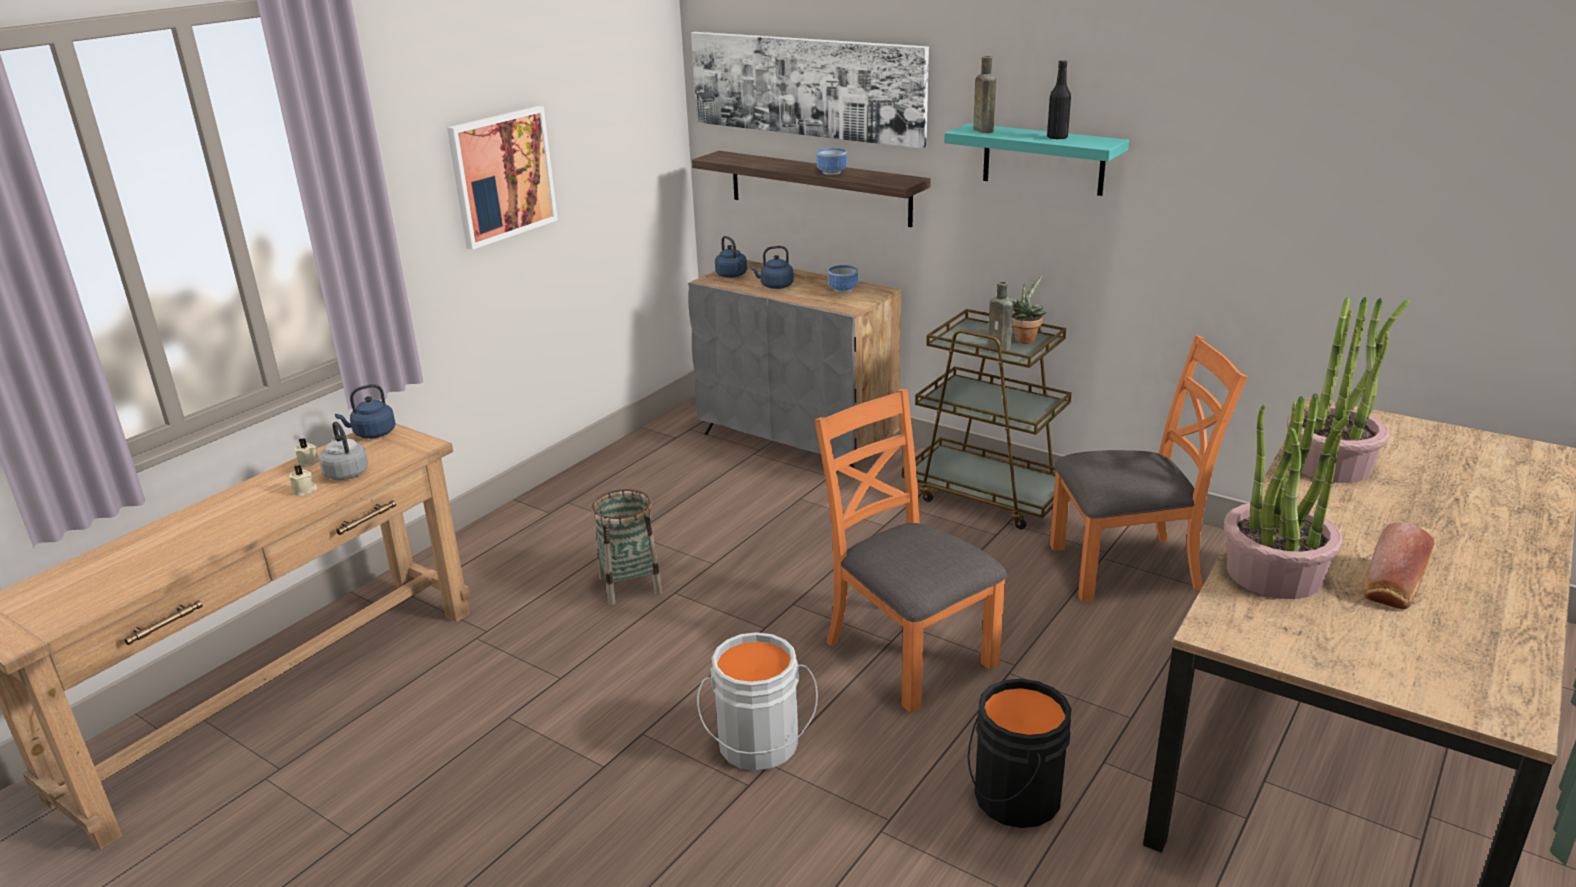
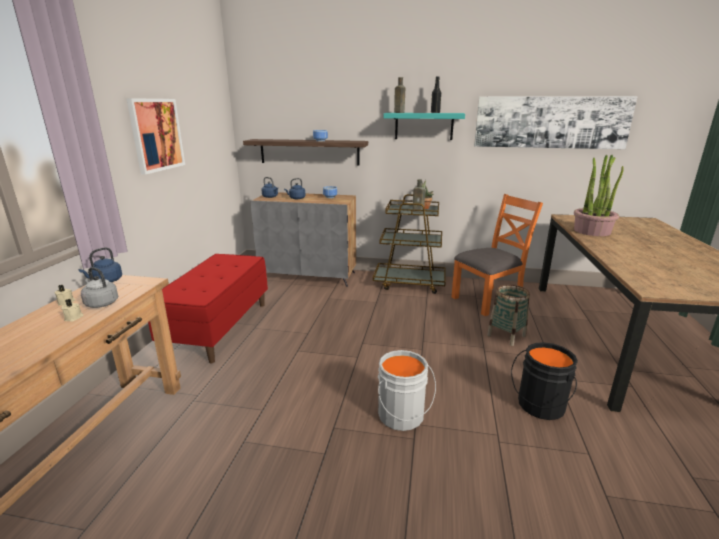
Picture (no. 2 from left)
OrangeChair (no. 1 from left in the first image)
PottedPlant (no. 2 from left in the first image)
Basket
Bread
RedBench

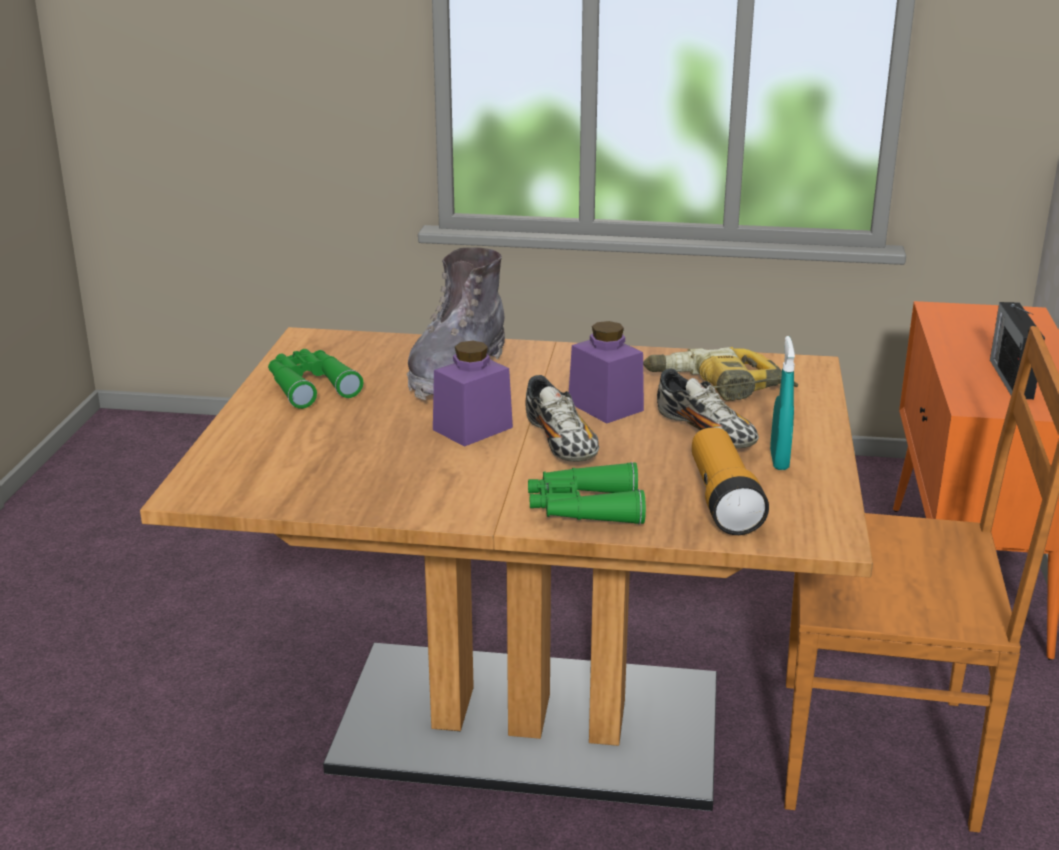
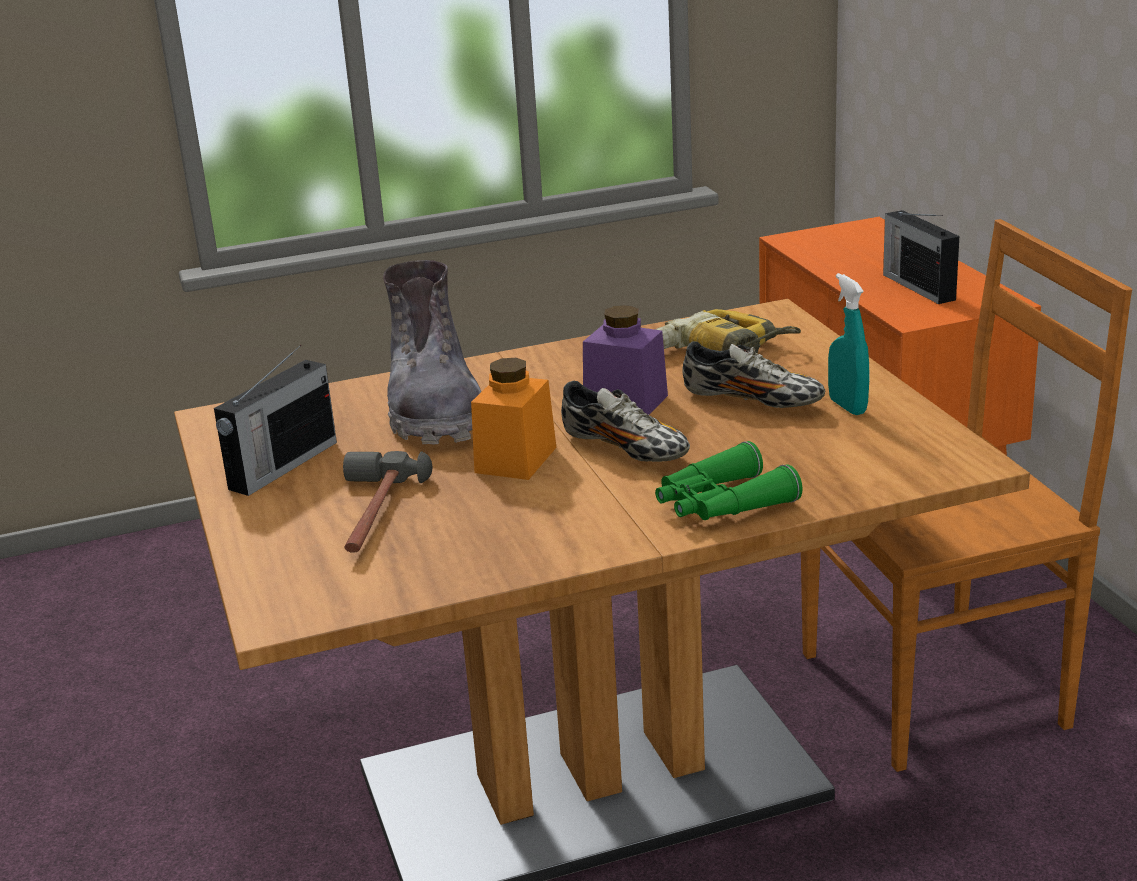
OrangeJar
Radio (no. 1 from left)
Flashlight
Hammer

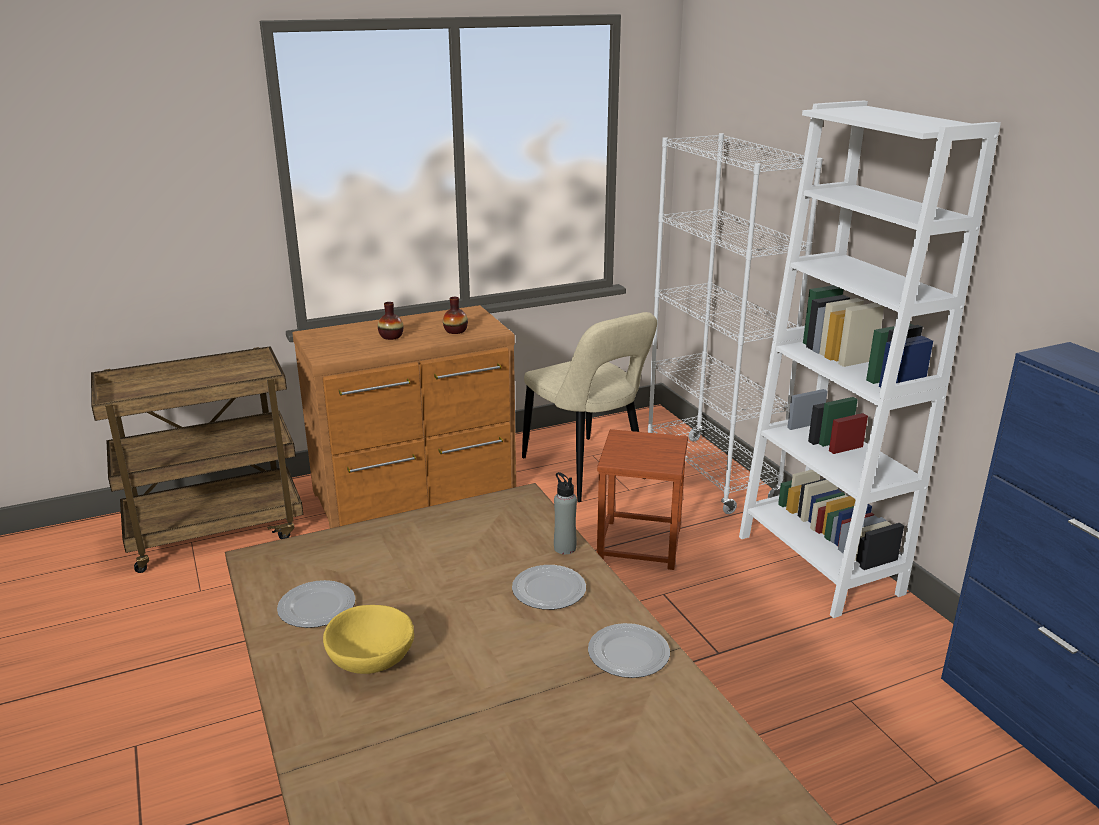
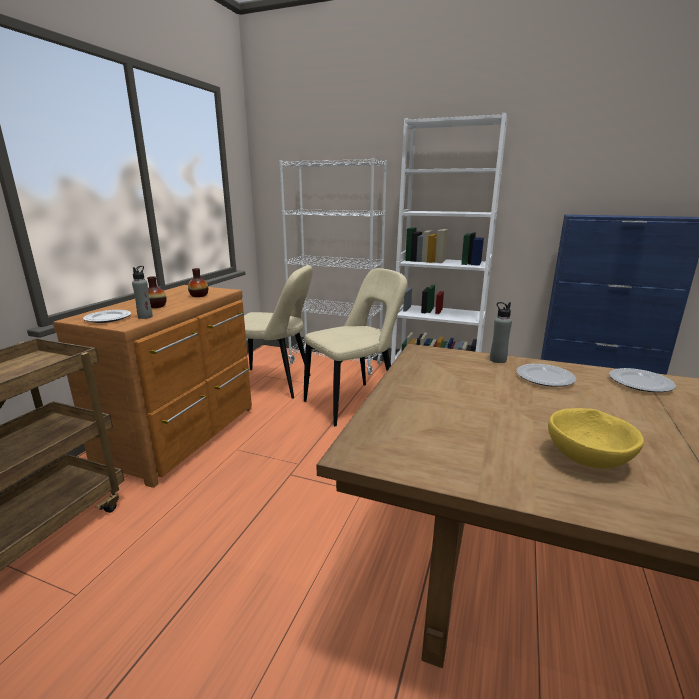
BeigeChair (no. 2 from left)
Plate (no. 1 from left)
GreyBottle (no. 1 from left)

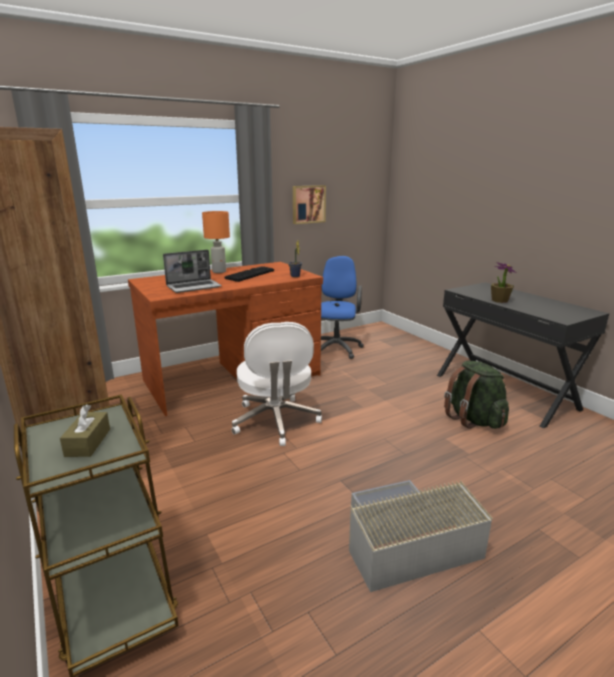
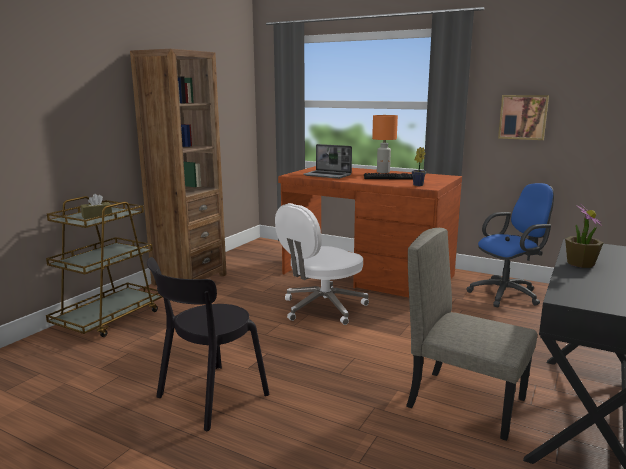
BeigeChair
BlackChair

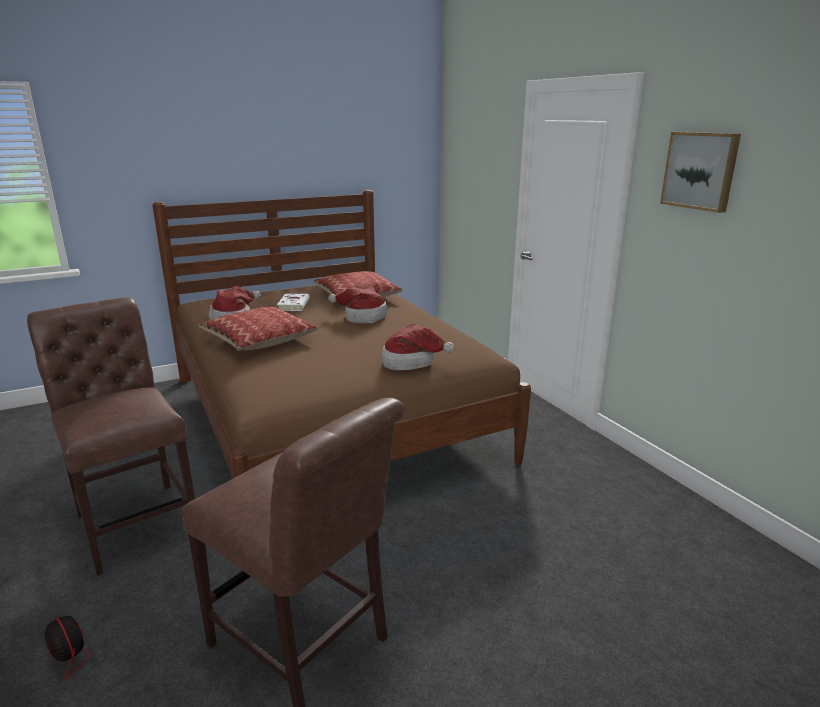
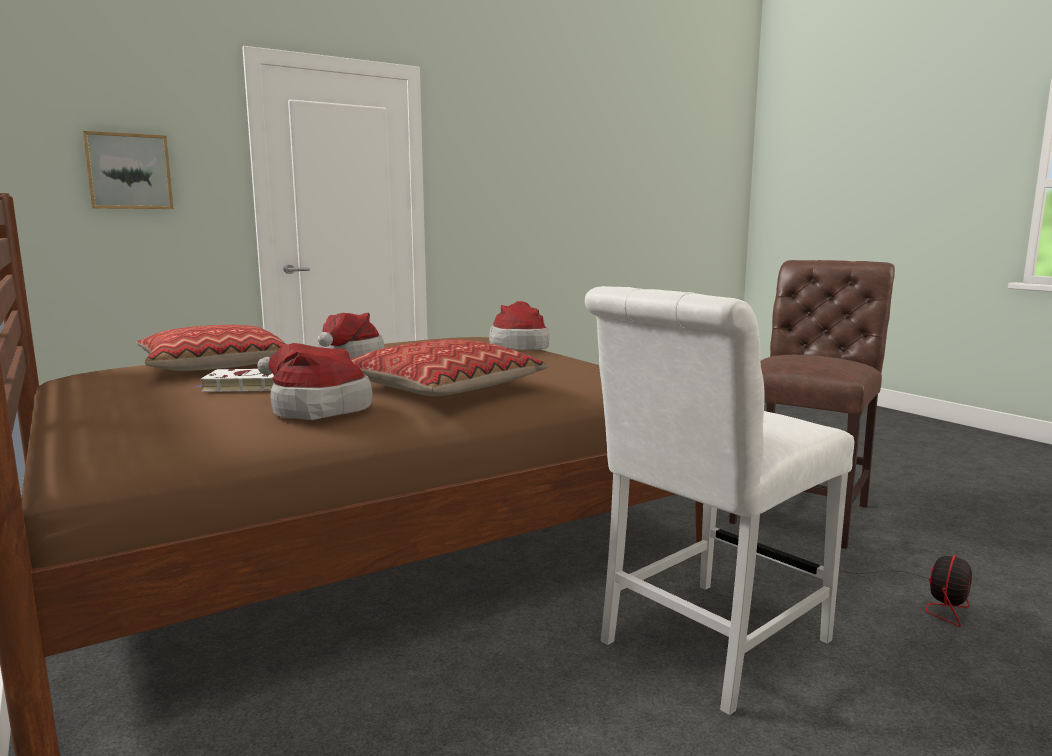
Picture
WhiteChair

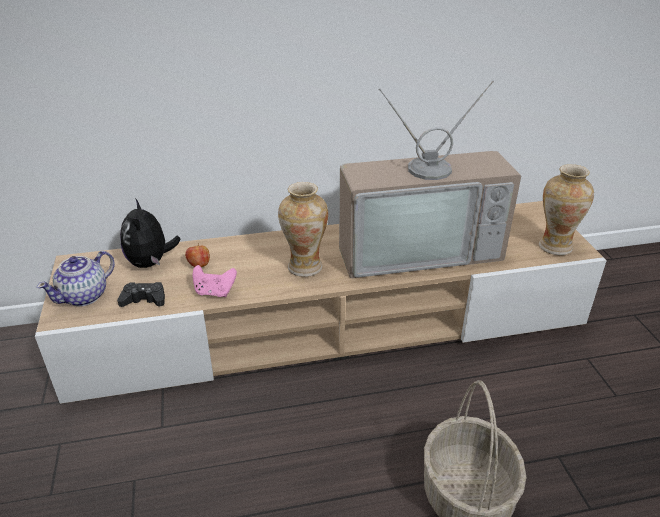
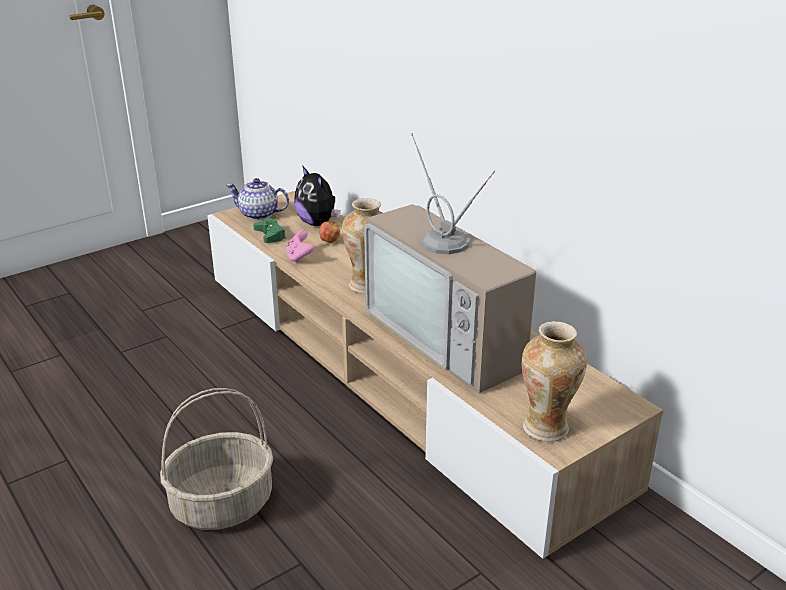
PlushToy
GreenGameController

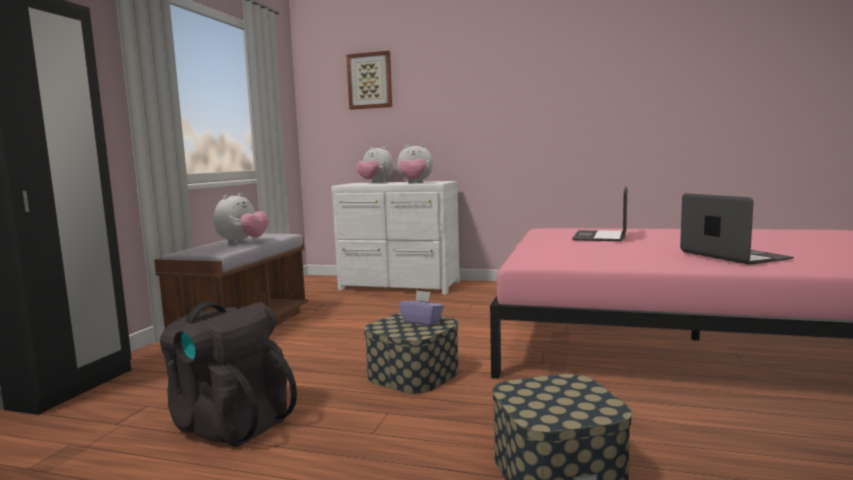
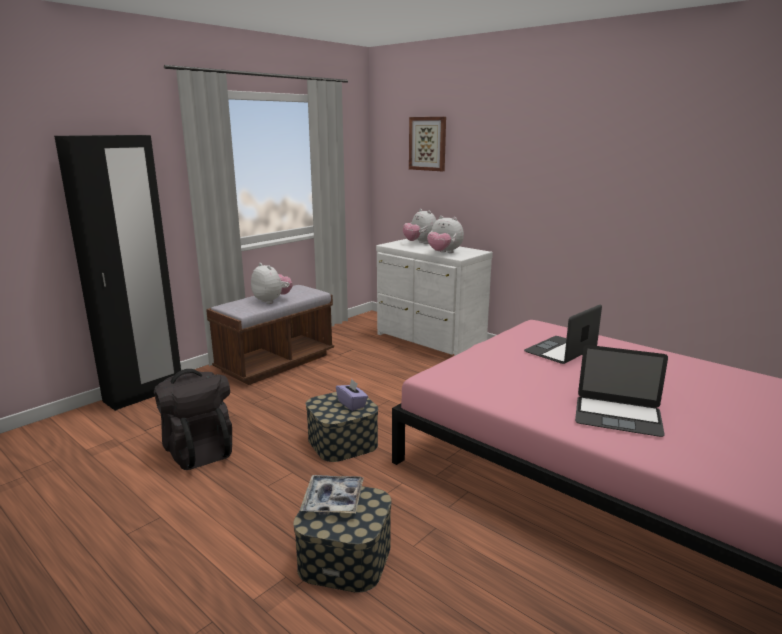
PlushToy (no. 1 from left)
Laptop (no. 2 from left)
Tray

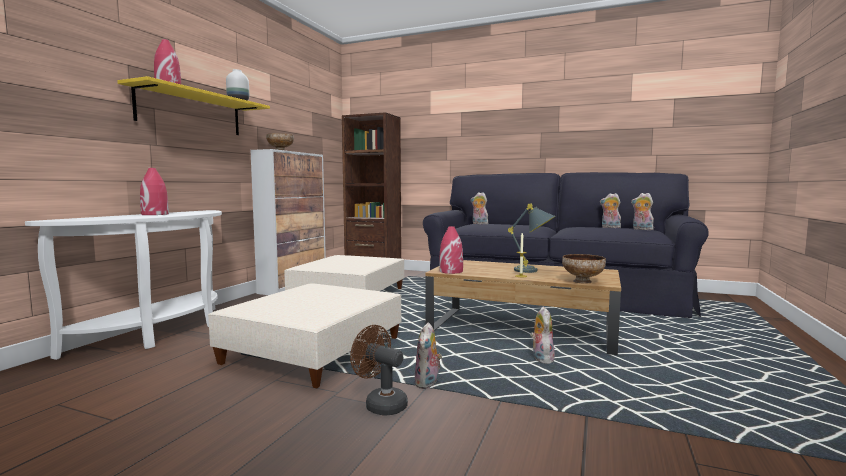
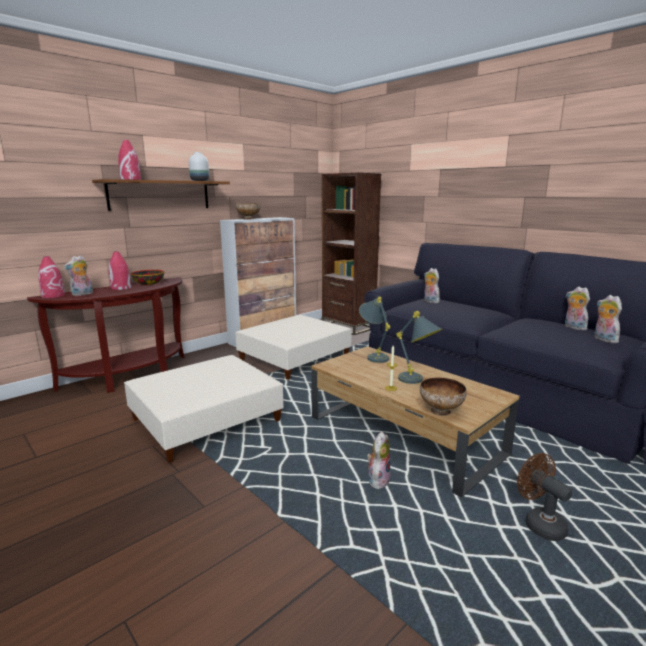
BrownShelf
BrownConsoleTable
RedVase (no. 1 from left)
PlushToy (no. 1 from left)
BrownFan
Bowl (no. 1 from left)
GreyTableLamp (no. 1 from left)

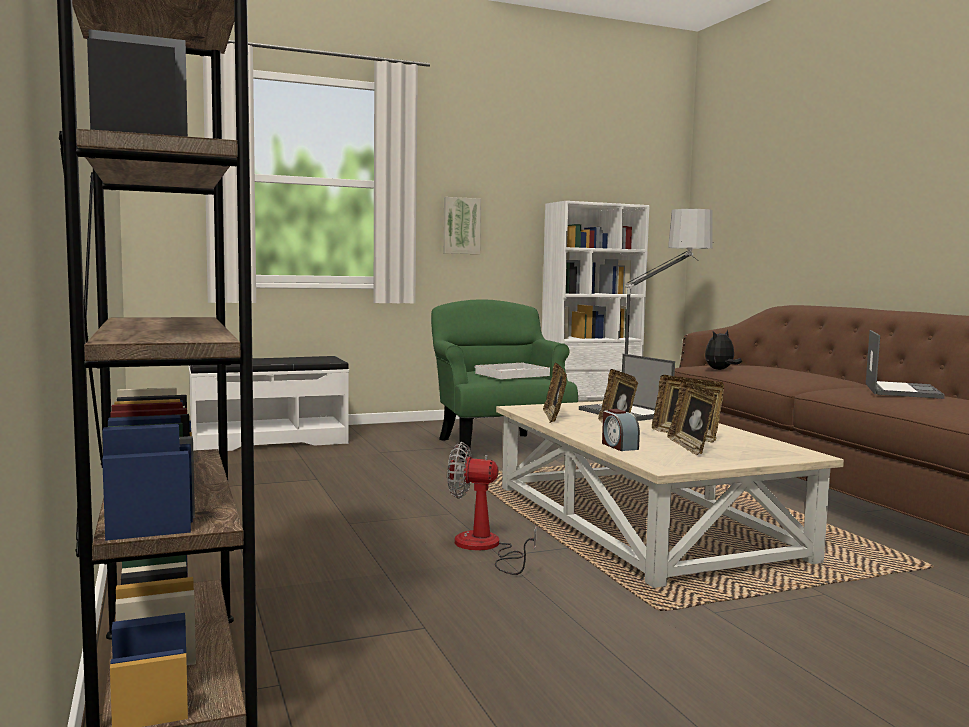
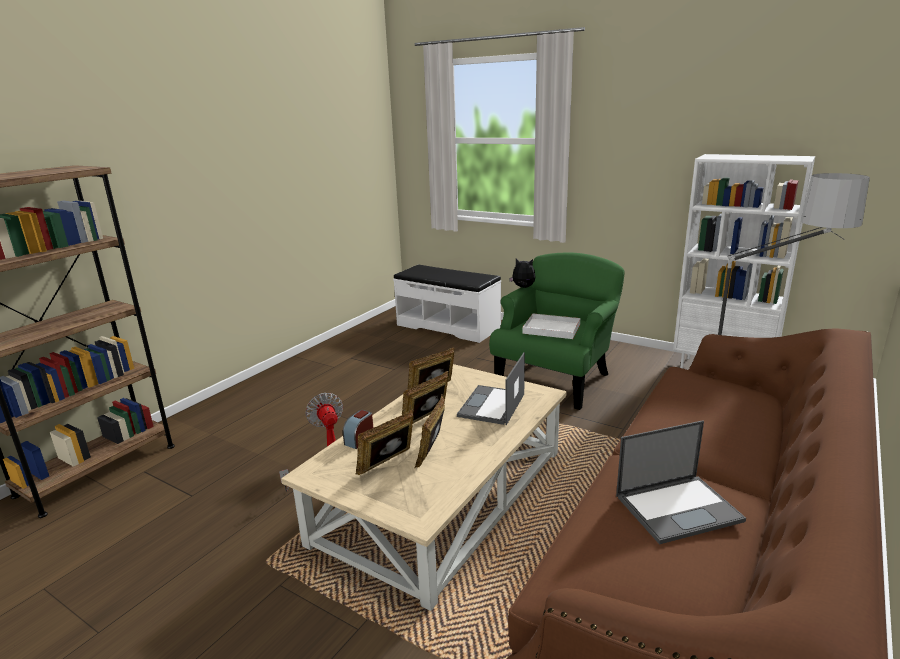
Picture
PlushToy

